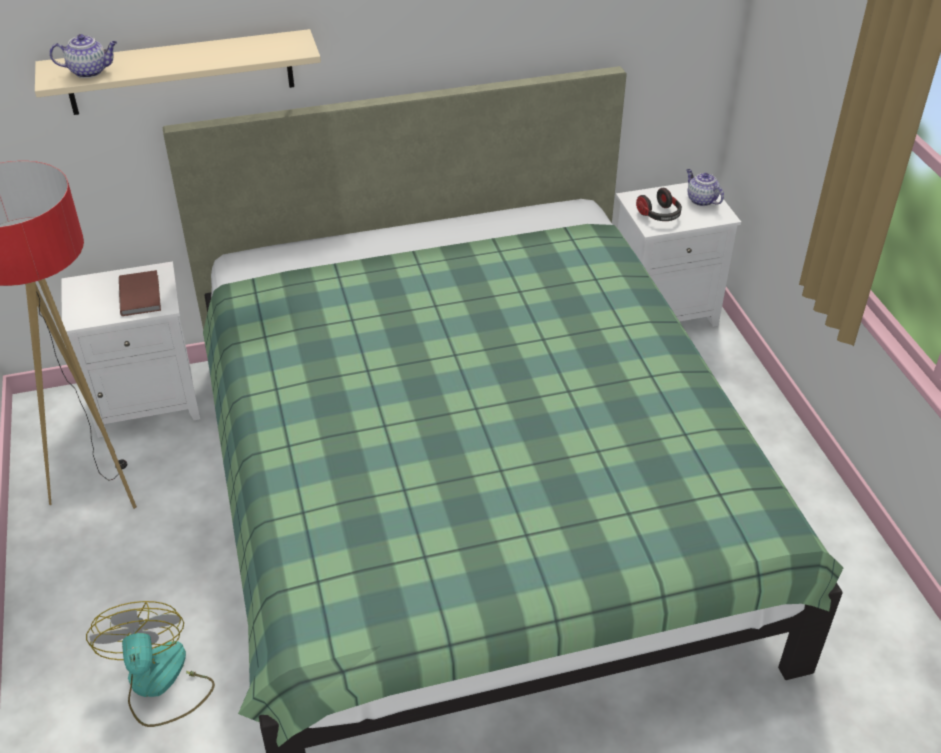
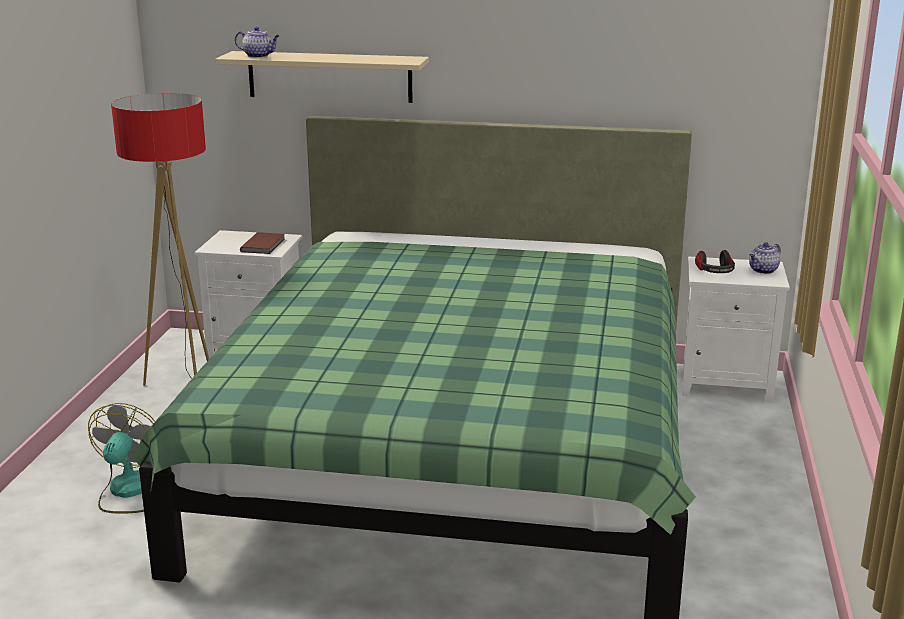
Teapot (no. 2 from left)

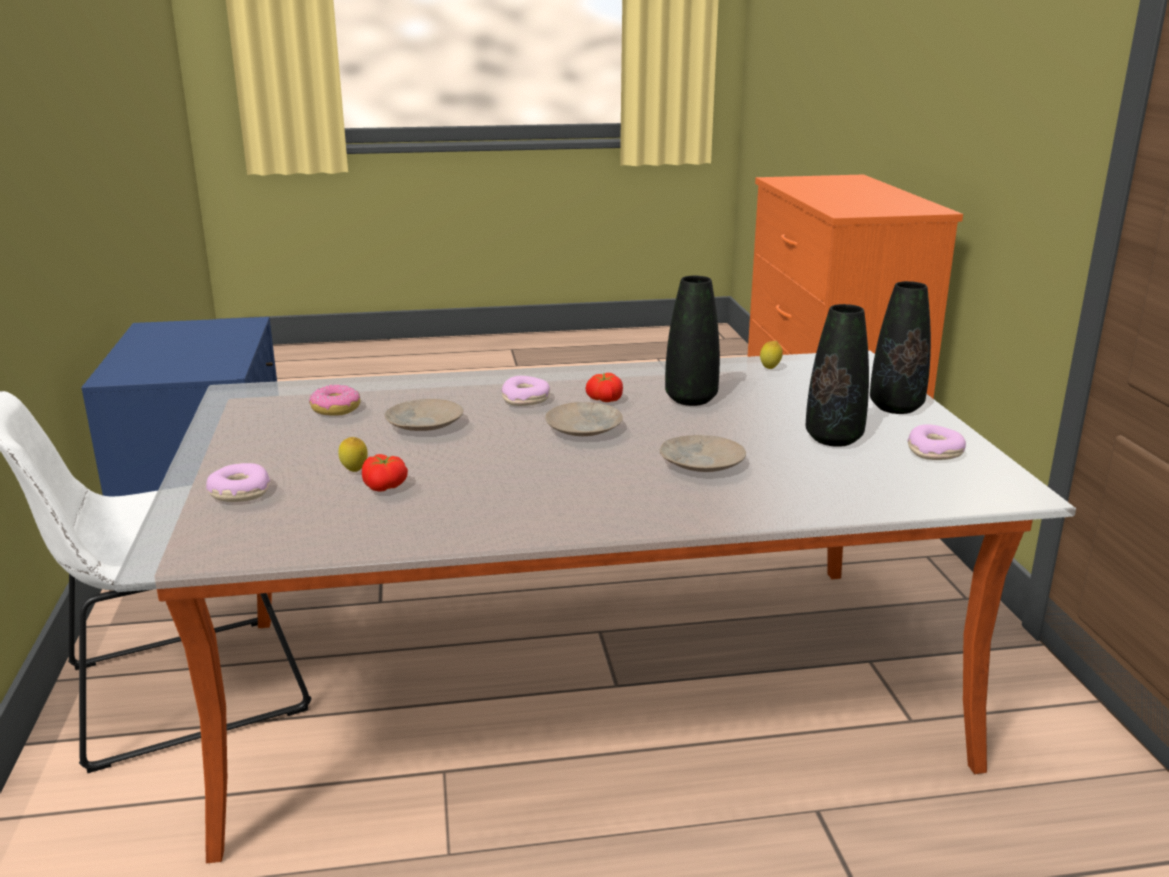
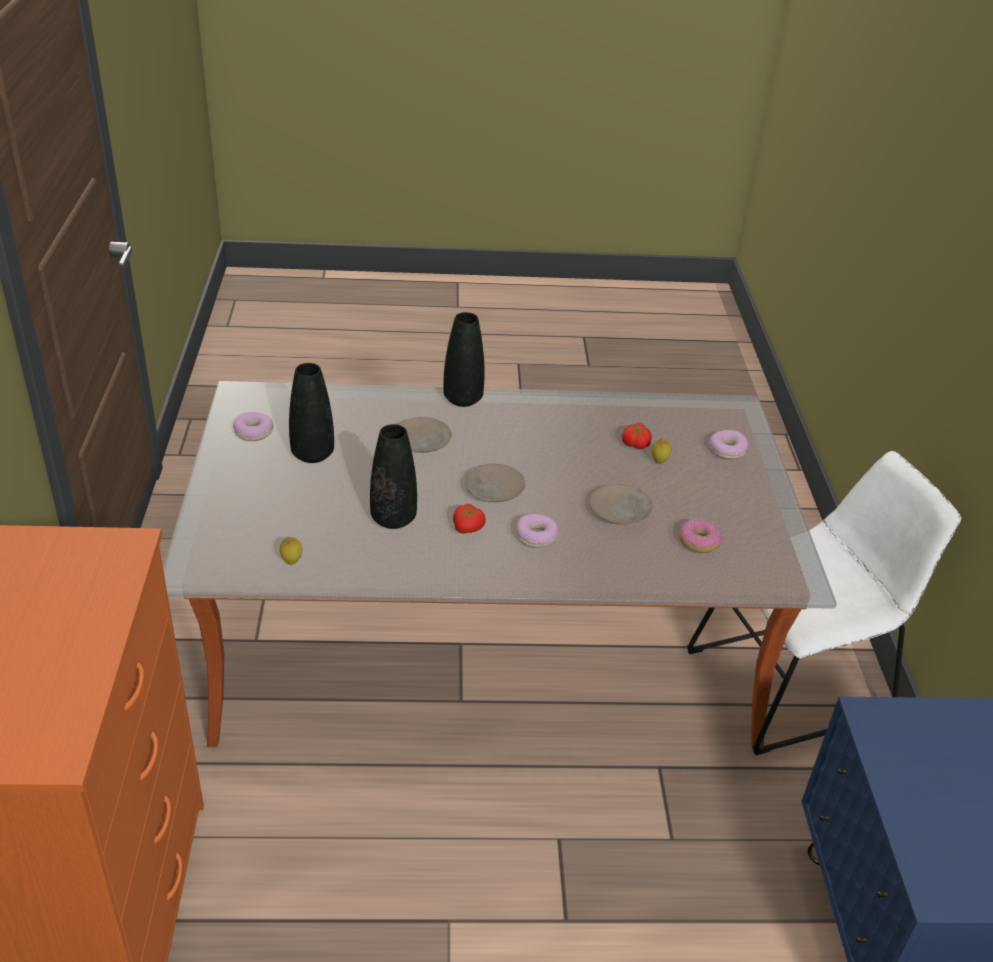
BlackVase (no. 3 from left)

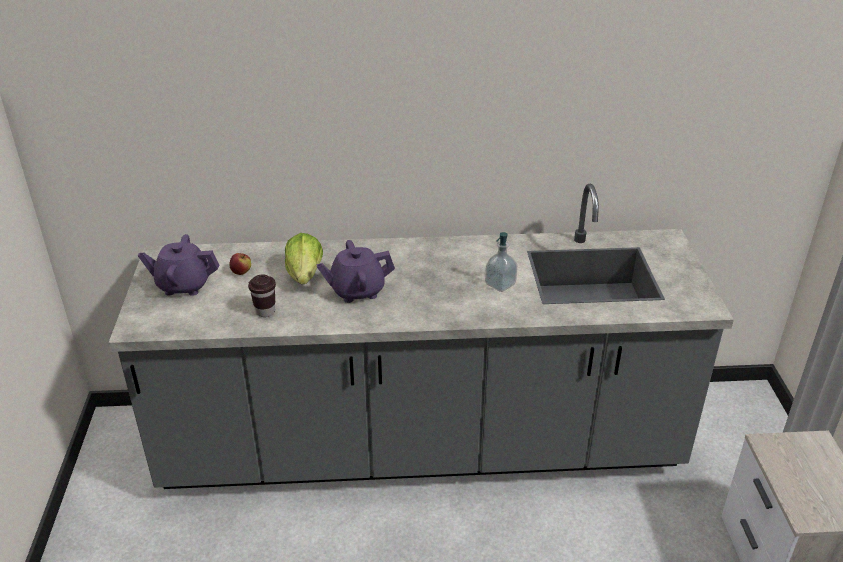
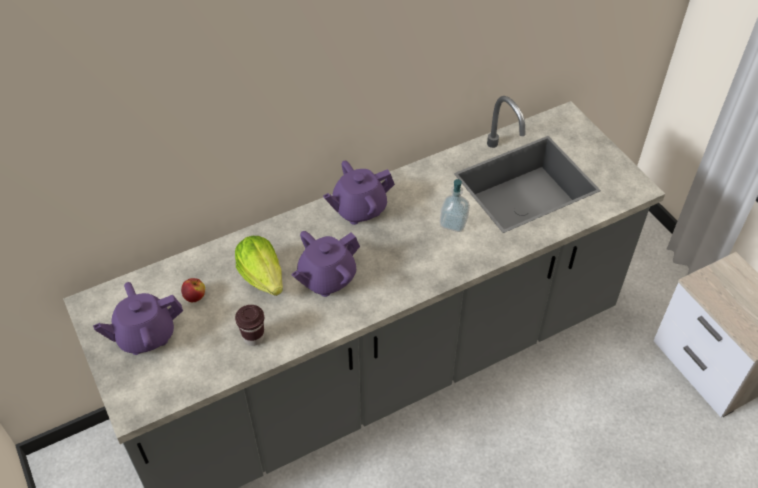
PurpleTeapot (no. 3 from left)

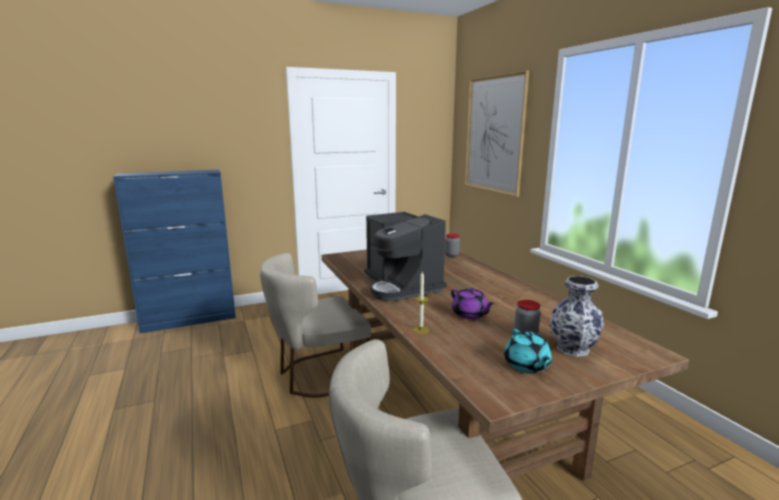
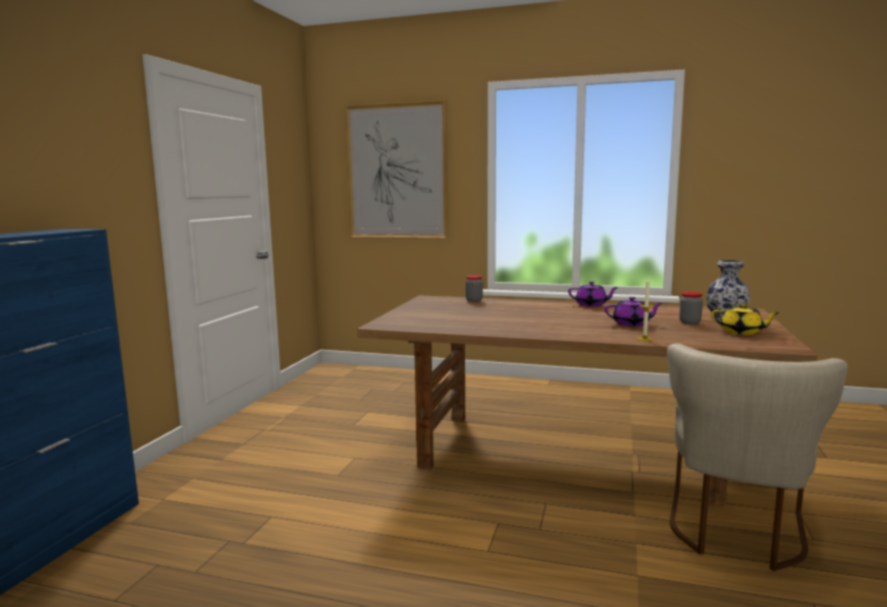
CoffeeMachine
BeigeChair (no. 1 from left in the first image)
YellowTeapot
PurpleTeapot (no. 1 from left)

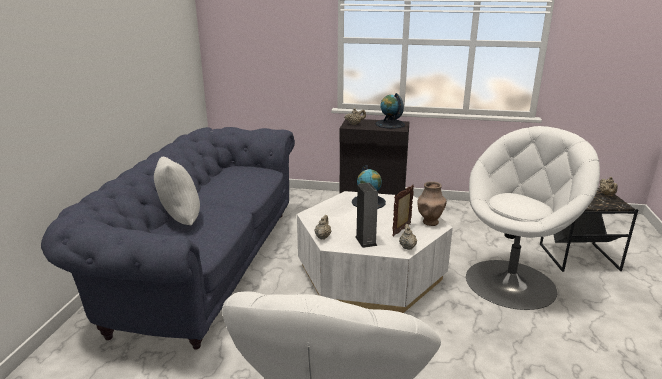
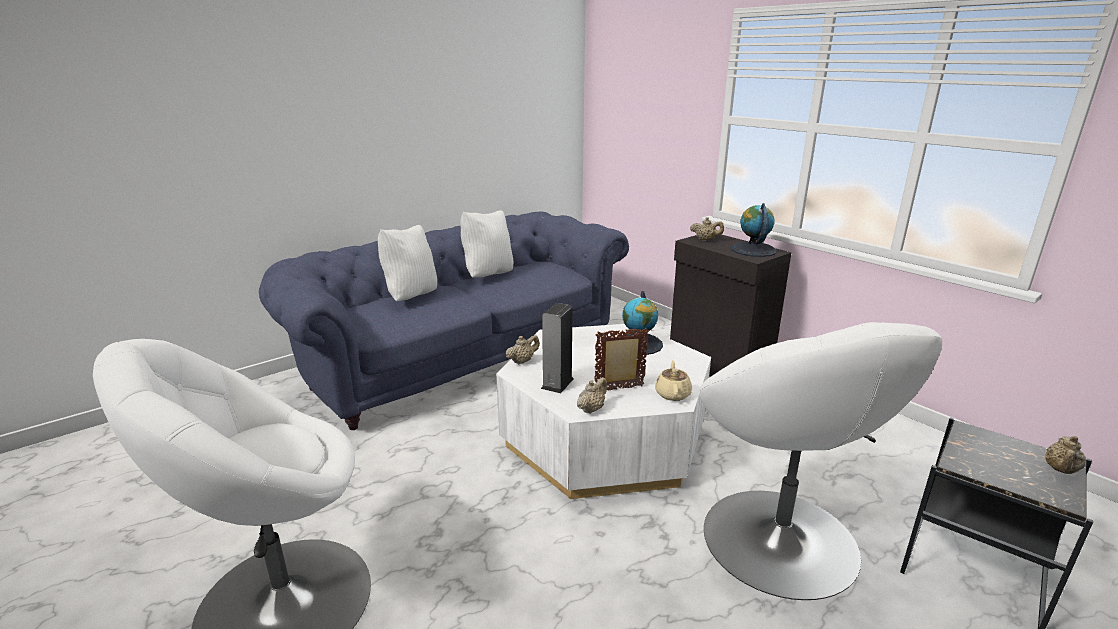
WhiteArmchair (no. 2 from left)
BeigeTeapot (no. 3 from left)
WhitePillow (no. 2 from left)

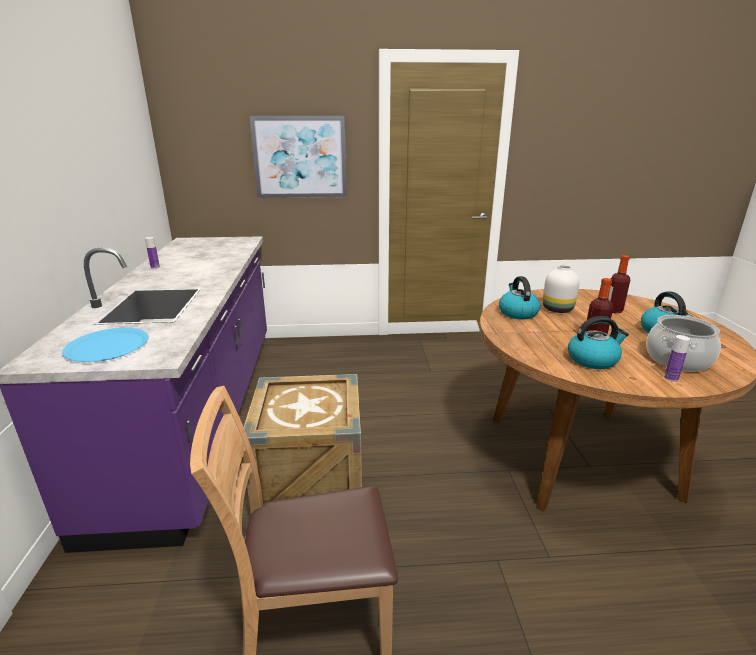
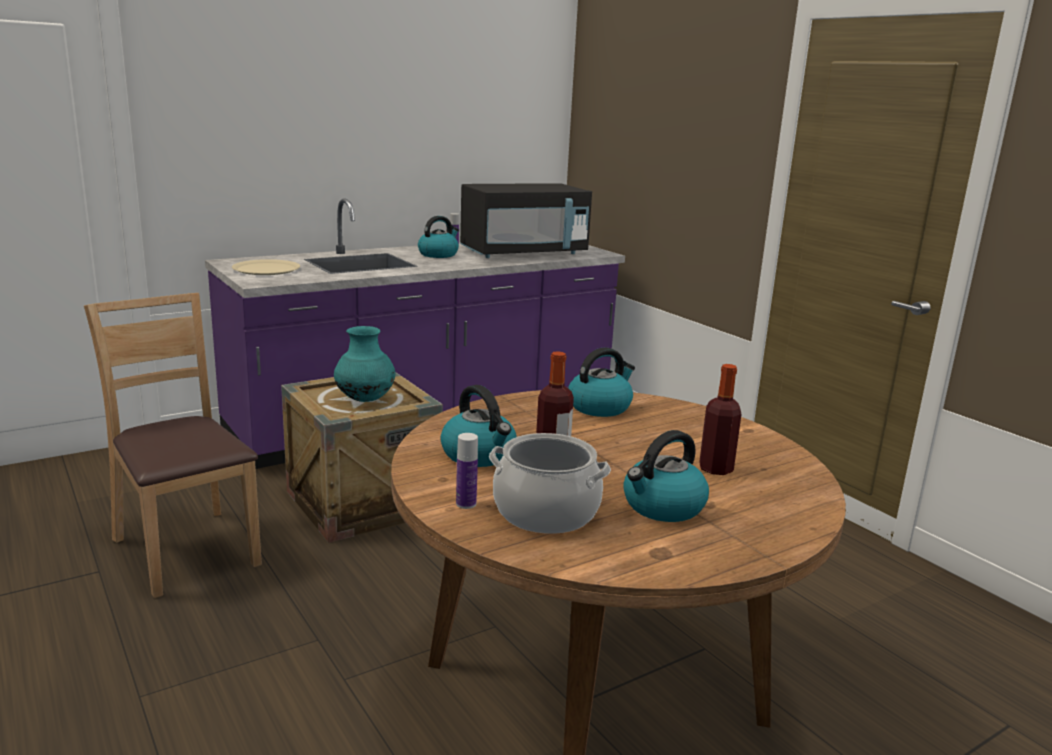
Picture
WhiteVase
BeigePlate
BlackMicrowave
Kettle (no. 1 from left)
TurquoiseVase

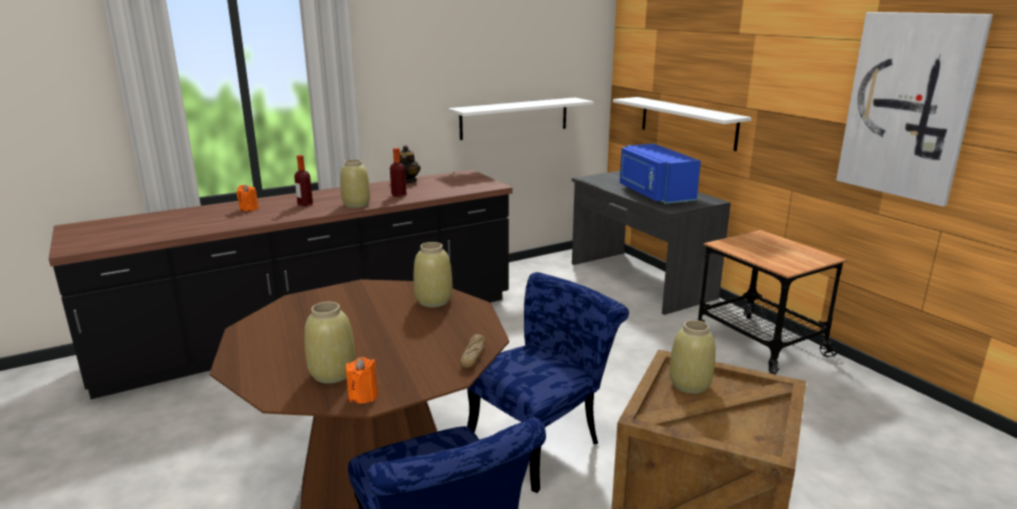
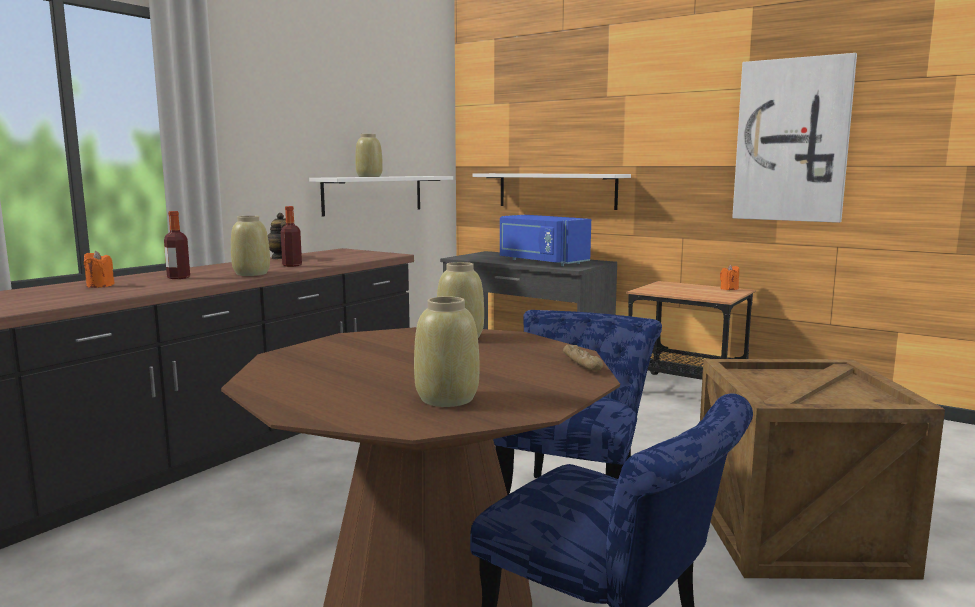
BeigeVase (no. 2 from left)
OrangeCandle (no. 2 from left)

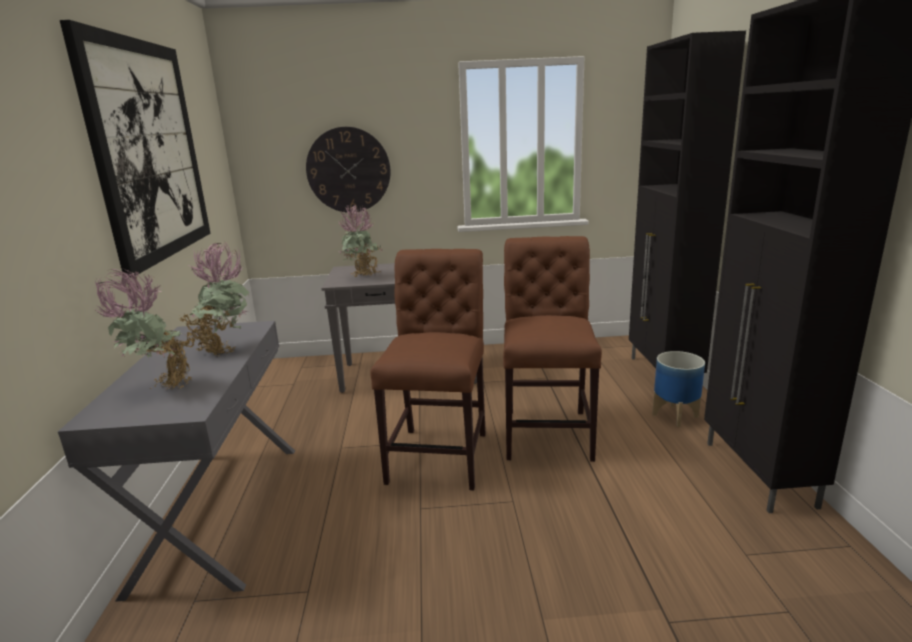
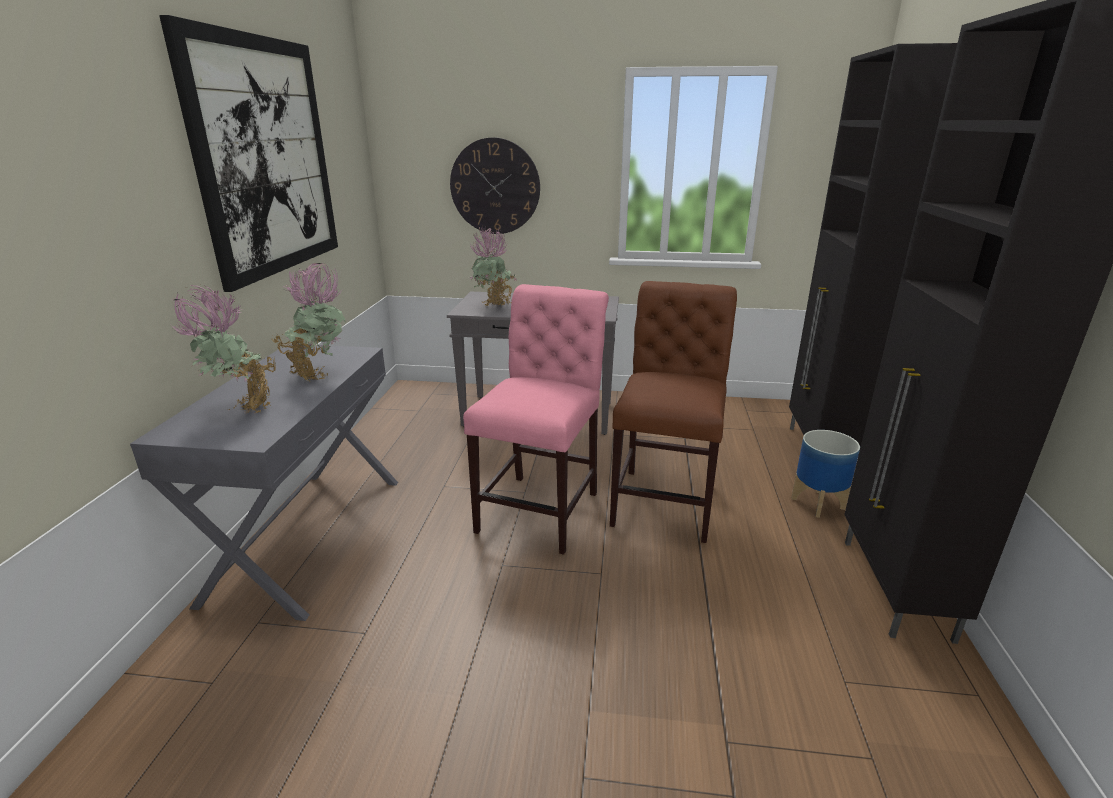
PinkChair

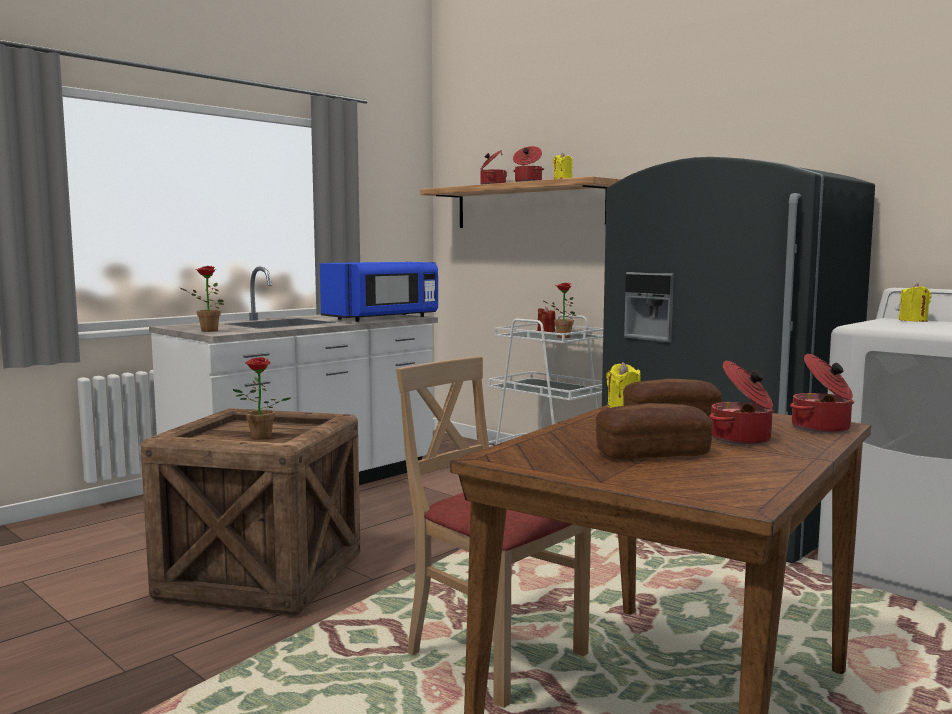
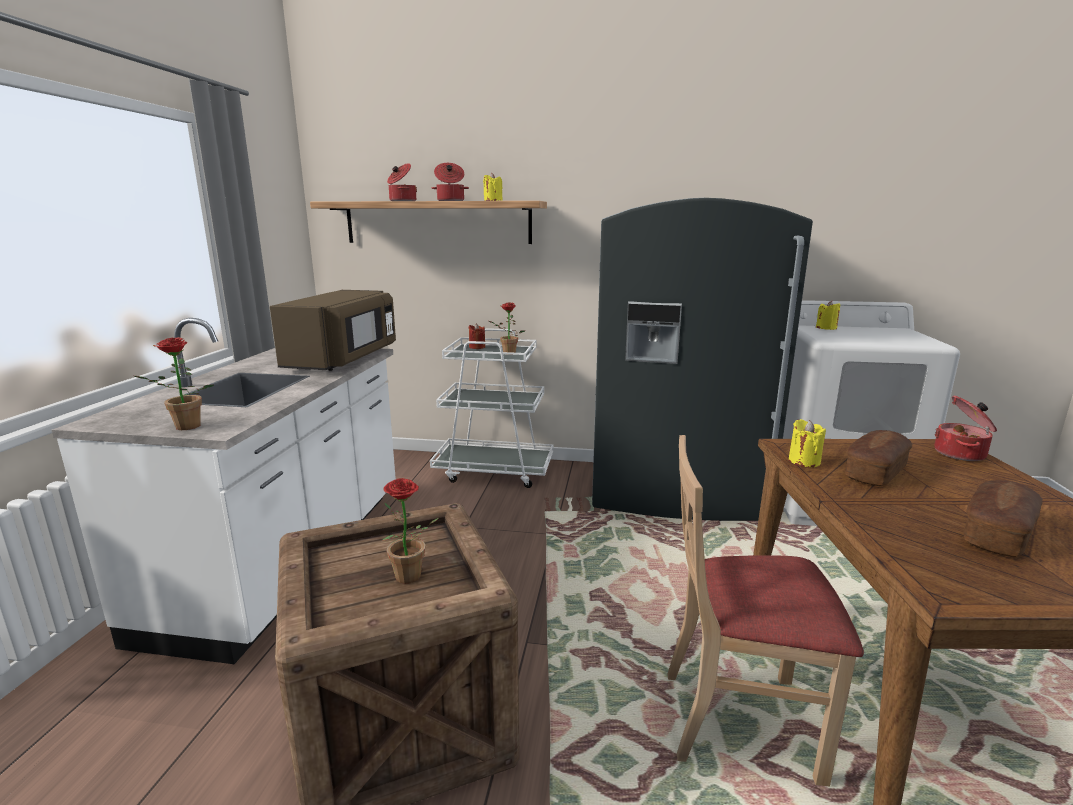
BrownMicrowave
CookingPot (no. 3 from left in the first image)

